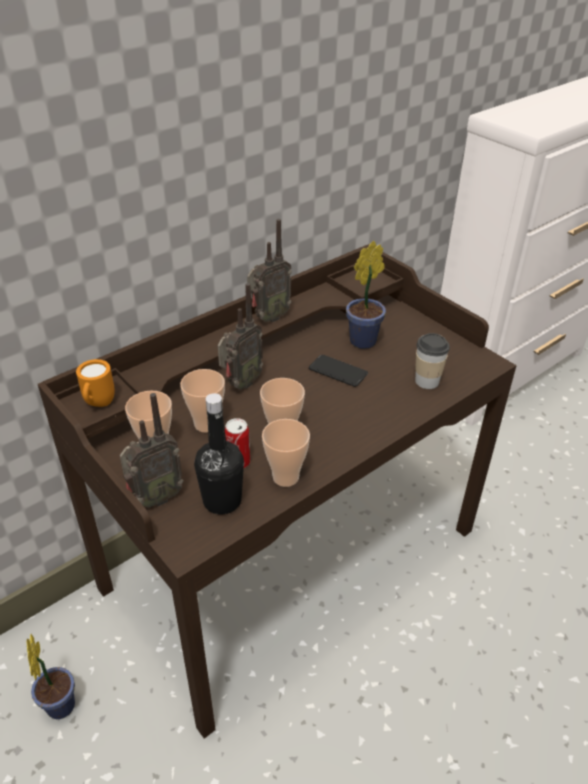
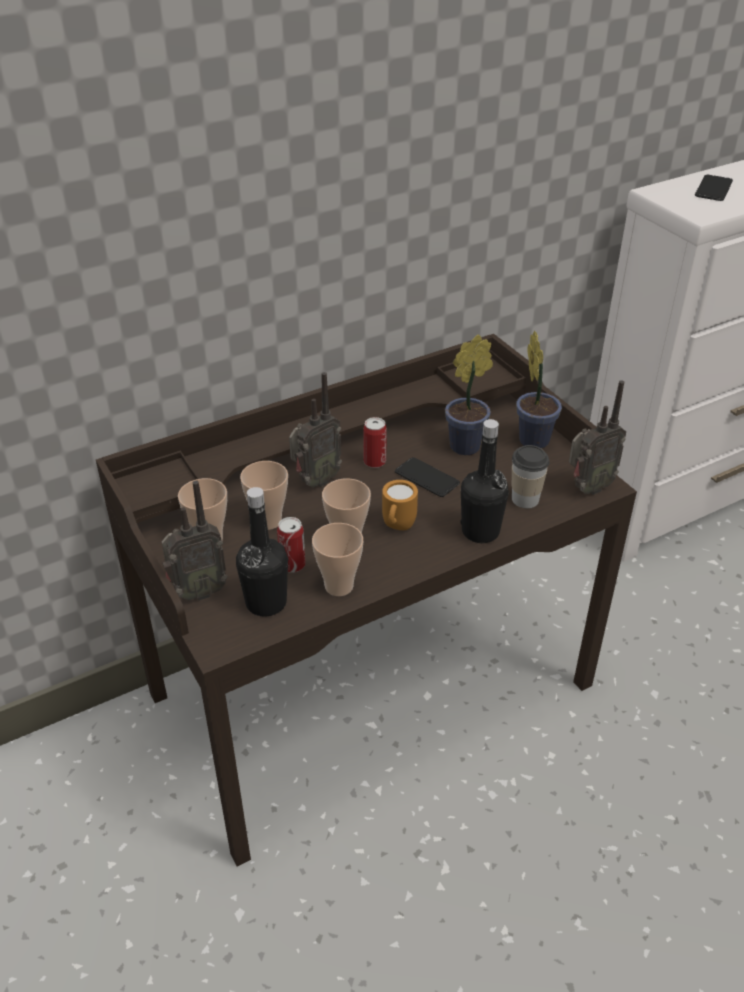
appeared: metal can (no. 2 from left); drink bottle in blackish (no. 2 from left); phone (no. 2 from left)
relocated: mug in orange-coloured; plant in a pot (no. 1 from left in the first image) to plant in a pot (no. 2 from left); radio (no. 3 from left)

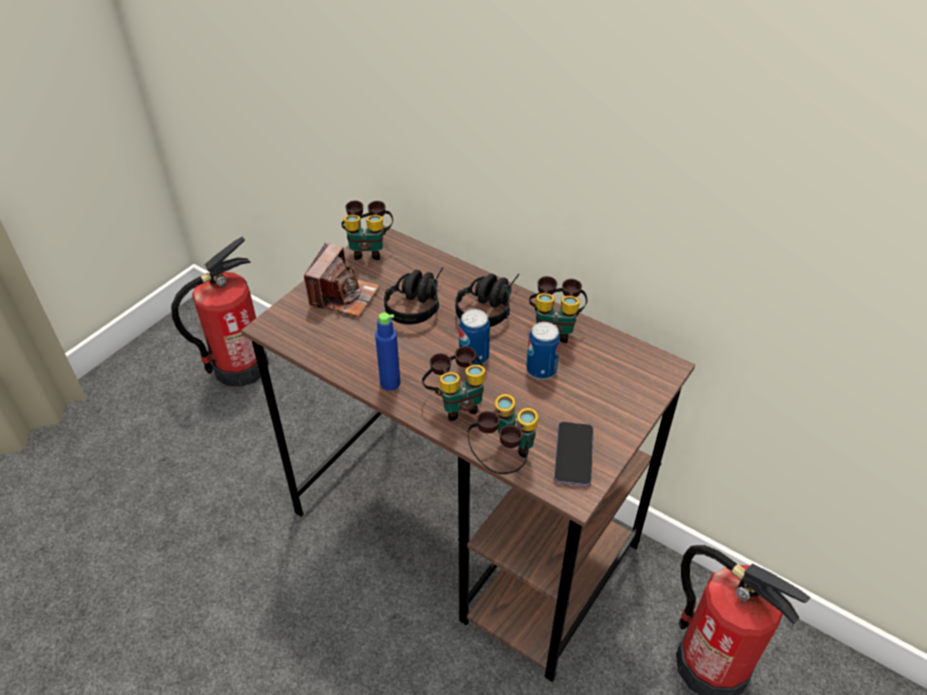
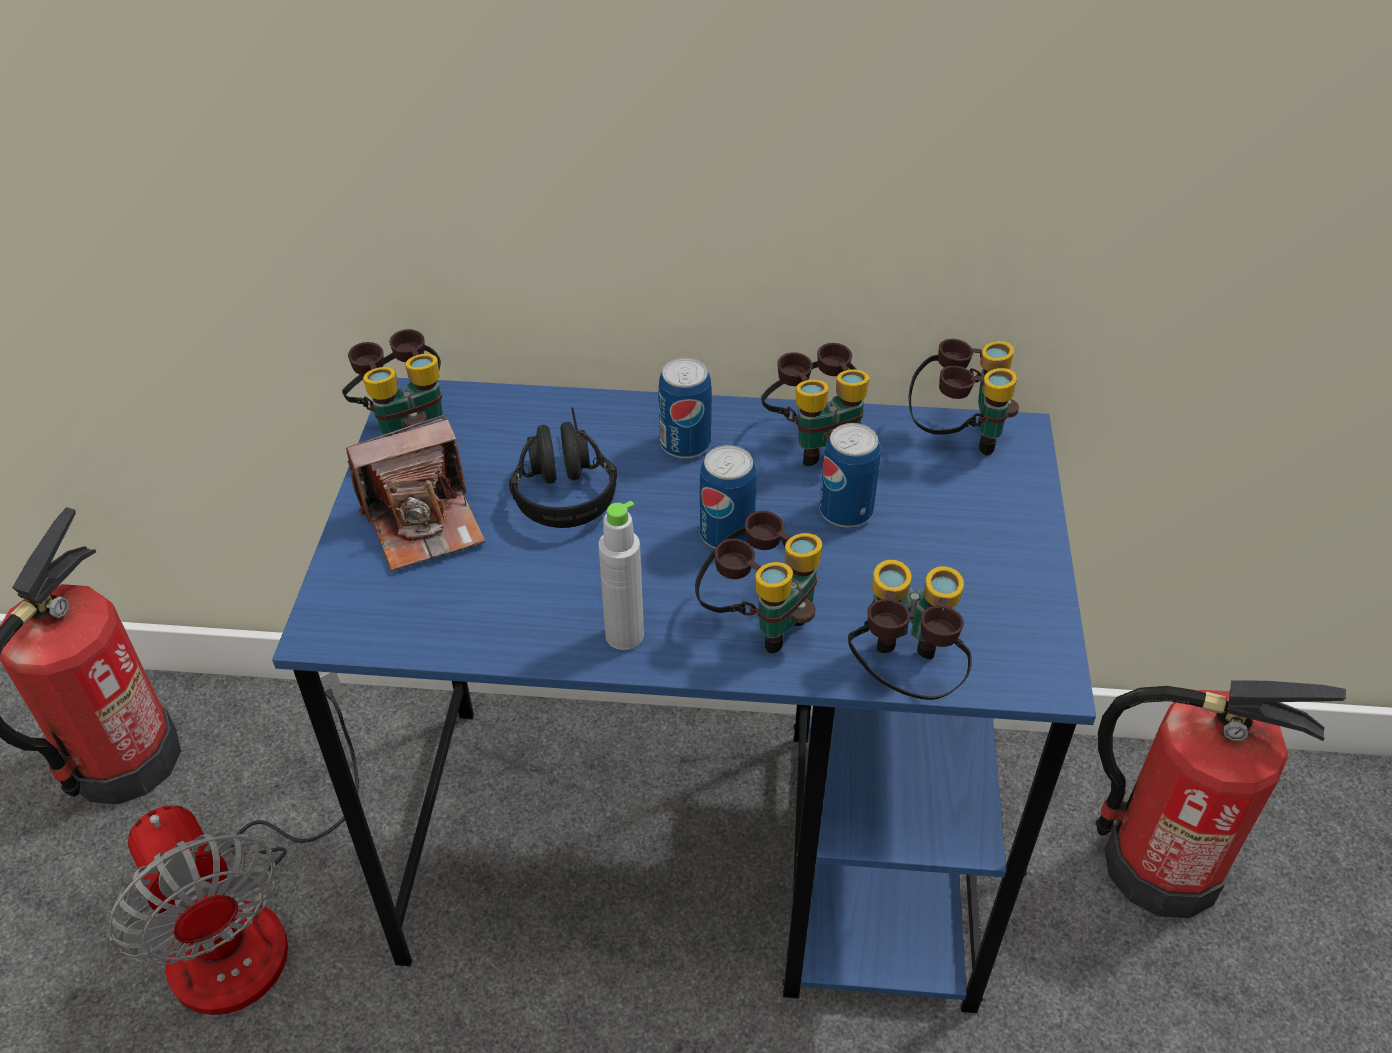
missing: phone
appeared: cooling fan; field glasses (no. 5 from left)
exchanged: headset in blackish (no. 2 from left) to metal can (no. 1 from left)
colour: desk table in brownish to desk table in blue; drink bottle in blue to drink bottle in gray
spun: still camera 75 degrees clockwise

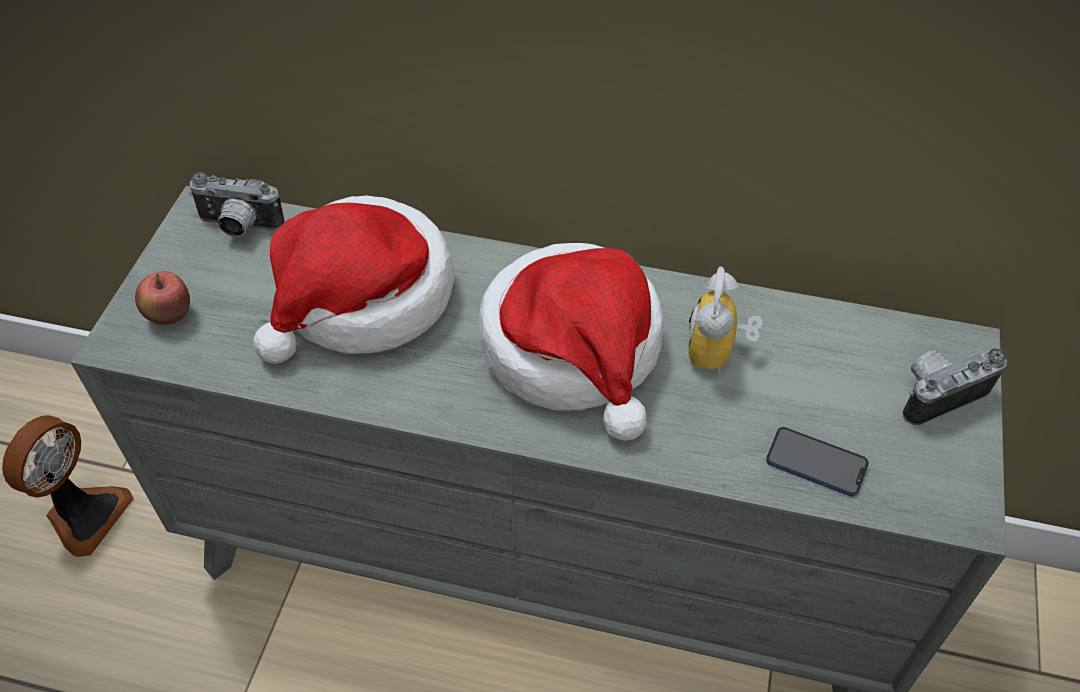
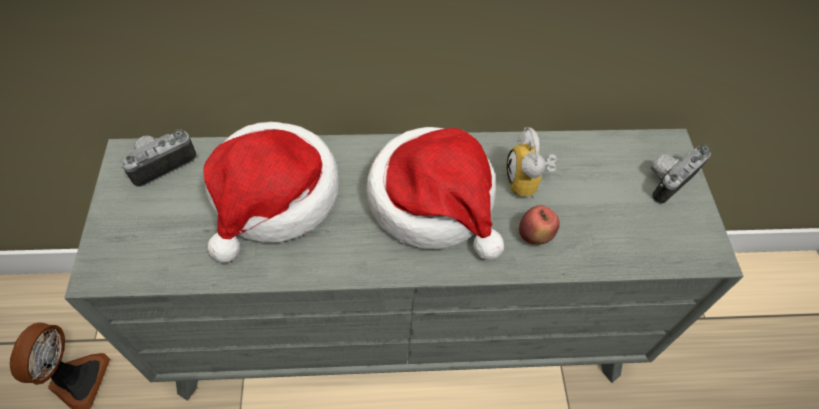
missing: phone
relocated: whole apple
spun: still camera (no. 1 from left) 150 degrees clockwise

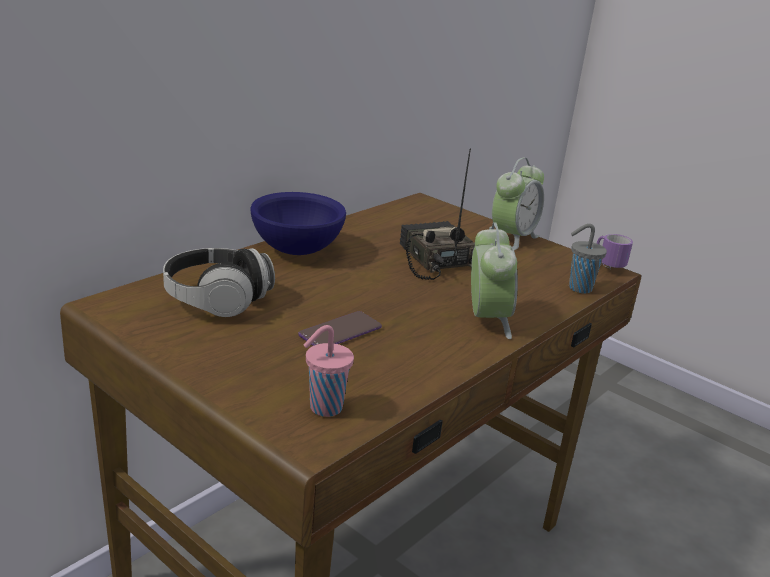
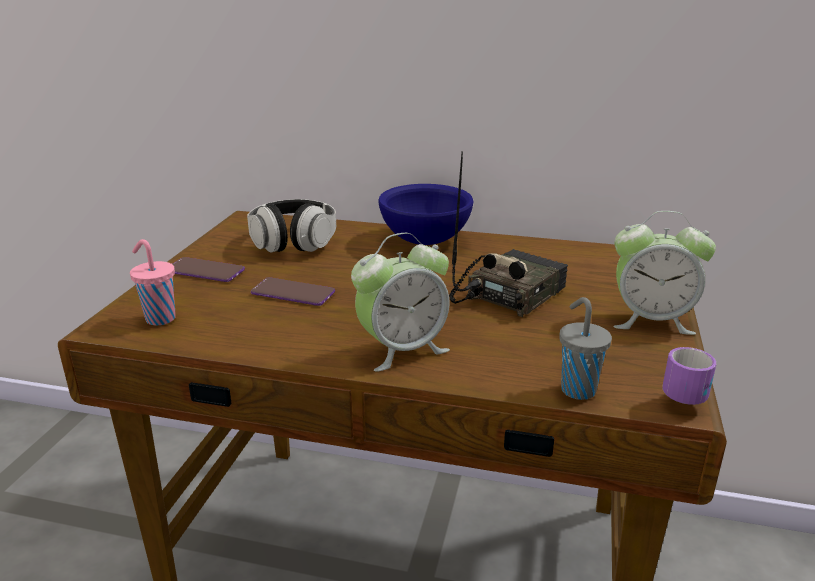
appeared: phone (no. 1 from left)

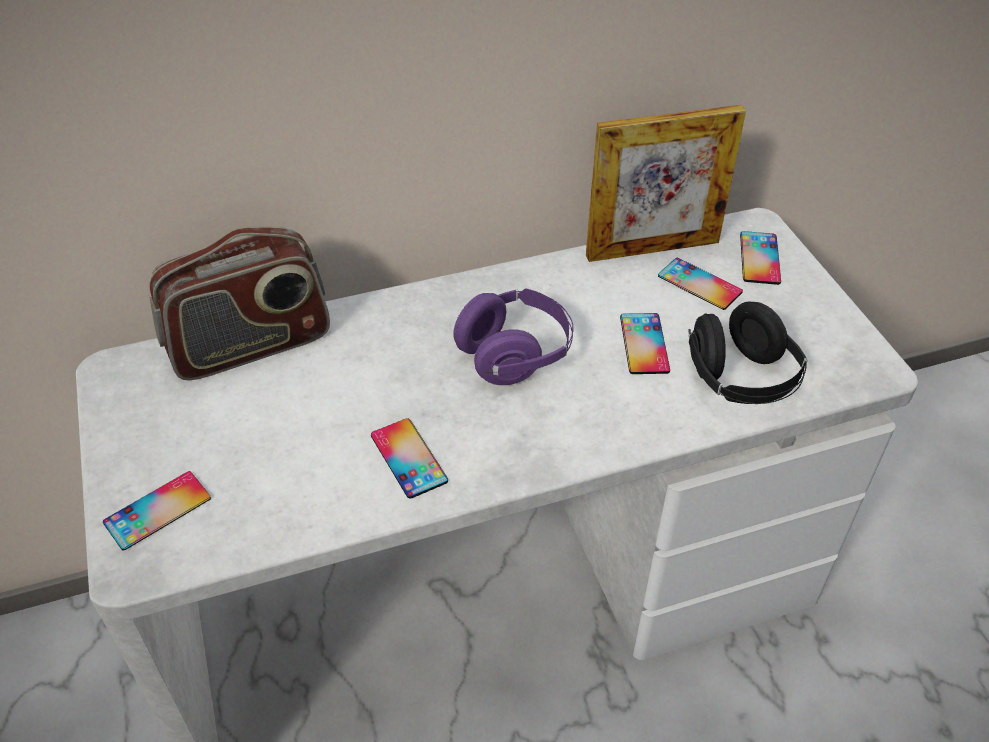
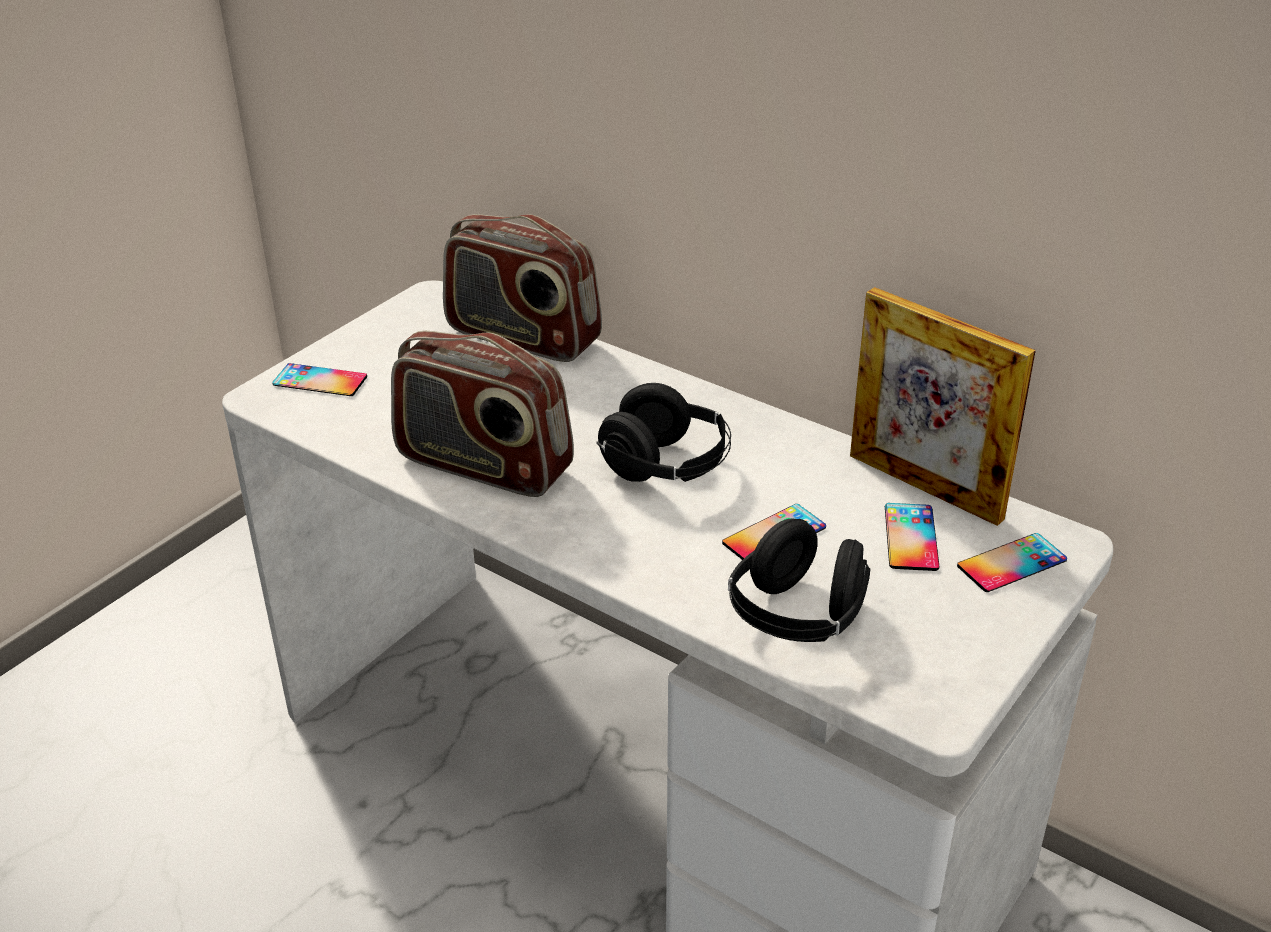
exchanged: phone (no. 2 from left) to radio (no. 1 from left)
colour: headset in purplish to headset in blackish (no. 1 from left)

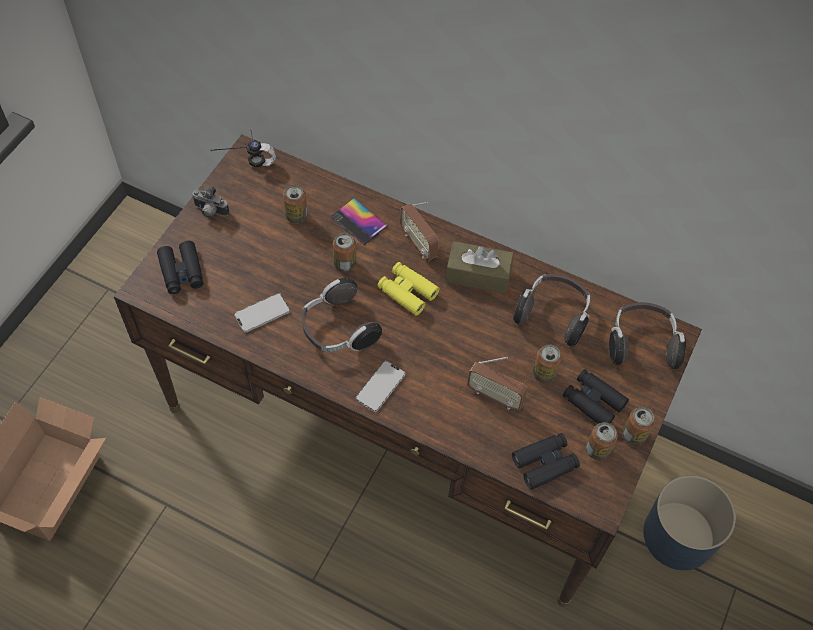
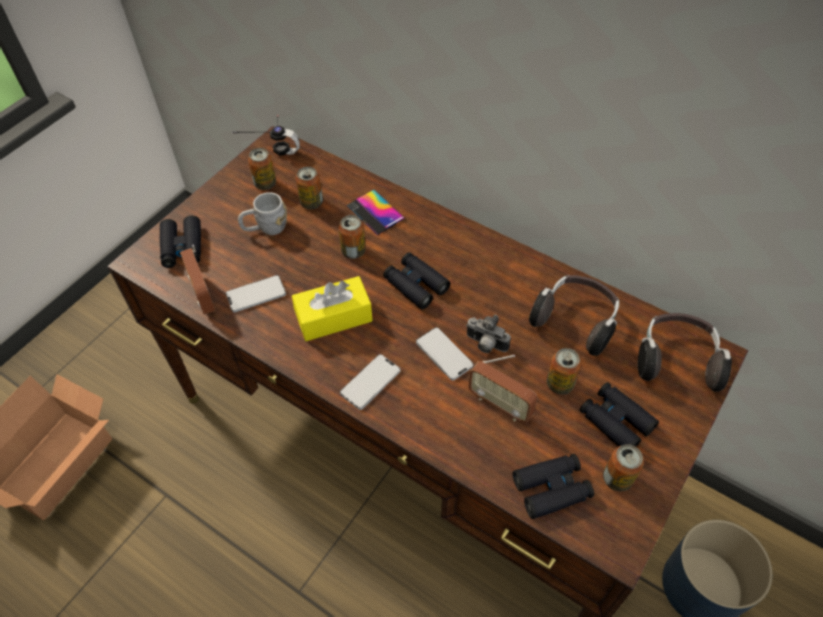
missing: box of tissues in brownish
appeared: mug in gray; phone (no. 4 from left)
relocated: radio (no. 1 from left); metal can (no. 5 from left in the first image) to metal can (no. 1 from left); still camera
exchanged: headset (no. 2 from left) to box of tissues in yellow
colour: field glasses in yellow to field glasses in blackish (no. 2 from left)

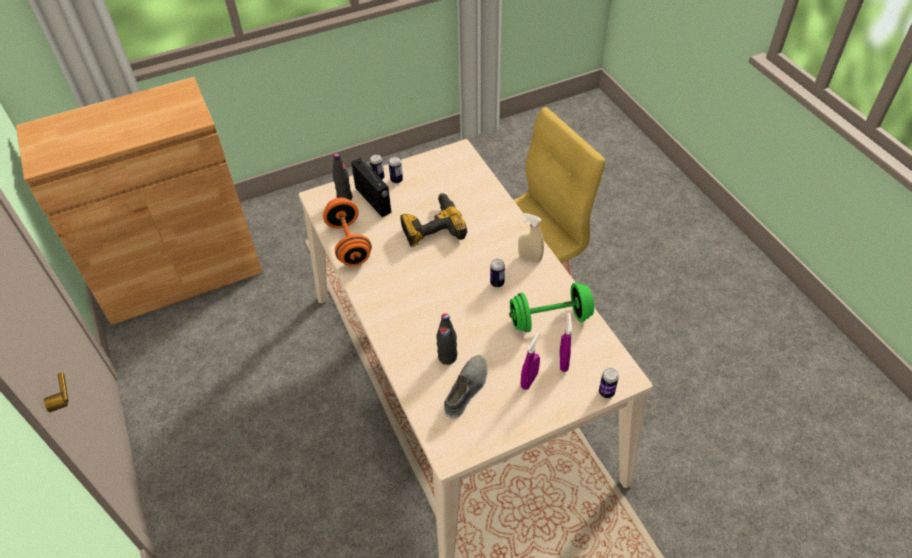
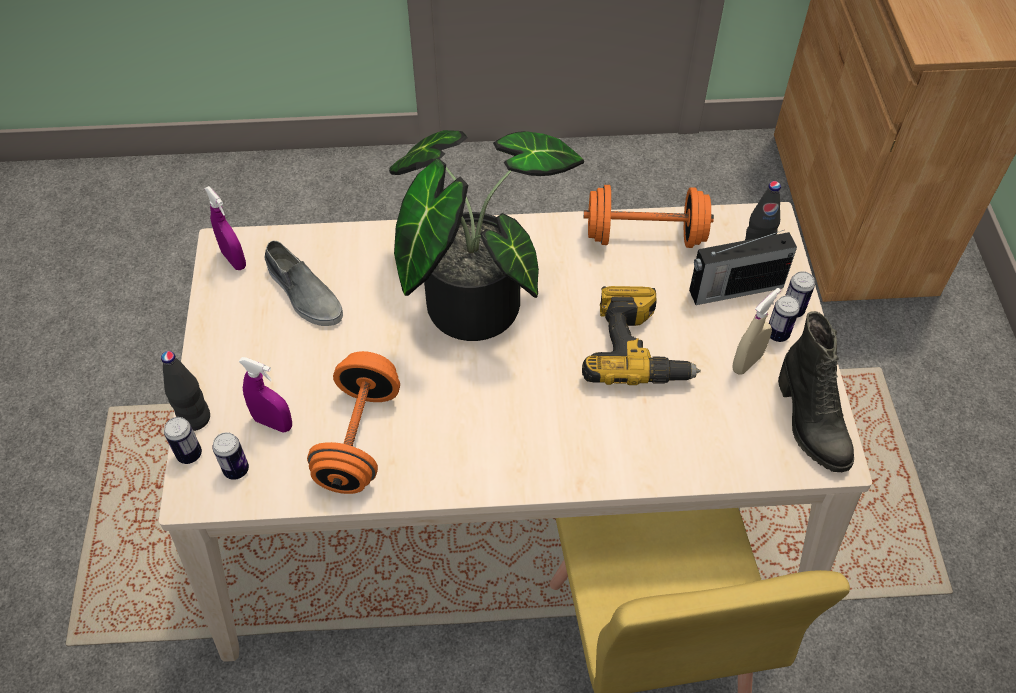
appeared: plant in a pot; tall boot in blackish
relocated: drink bottle in blackish (no. 2 from left in the first image) to drink bottle in blackish (no. 1 from left); sprayer in purplish (no. 1 from left); metal can (no. 3 from left in the first image) to metal can (no. 2 from left); sprayer in beige
colour: hand weight in greenish to hand weight in orange-coloured (no. 1 from left)

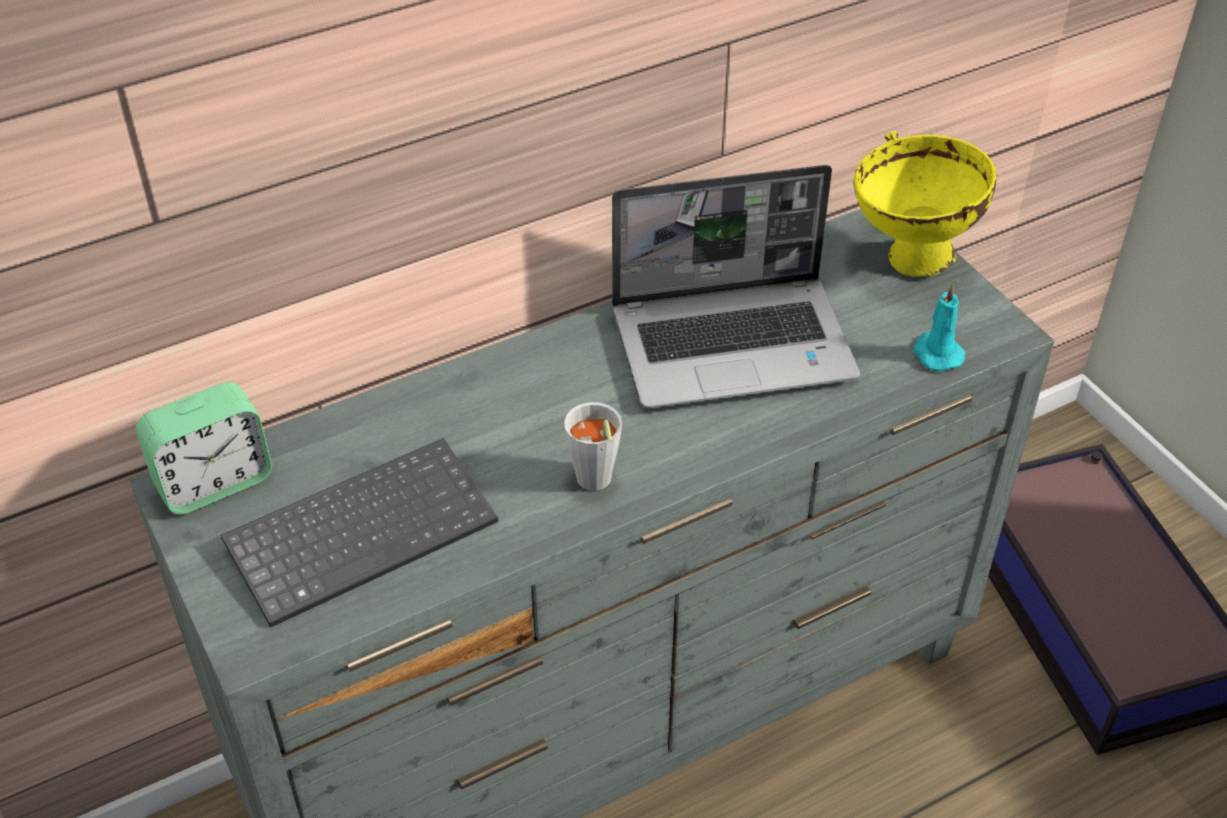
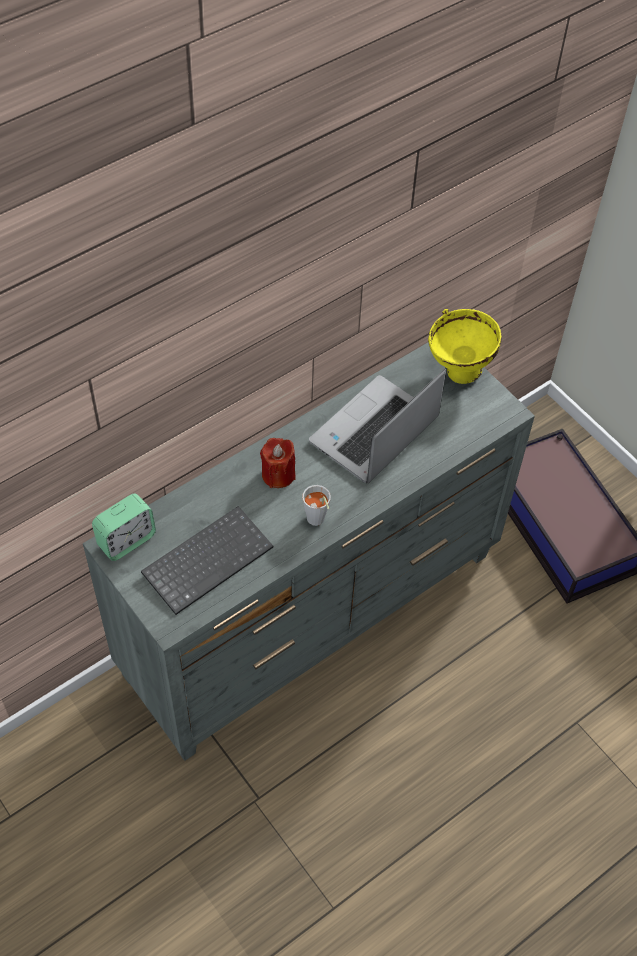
missing: wax candle in turquoise
appeared: wax candle in red
spun: portable computer 150 degrees clockwise

